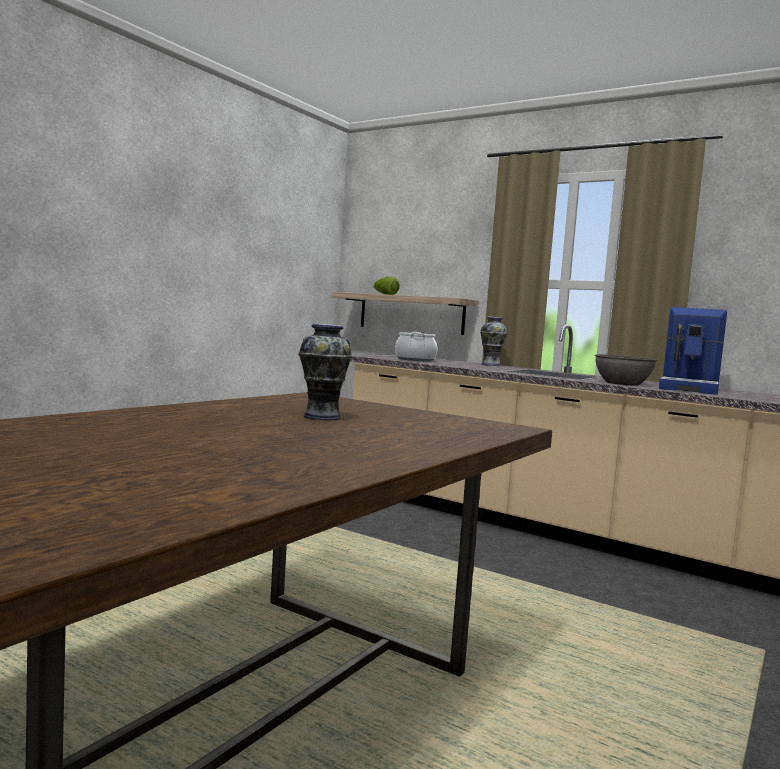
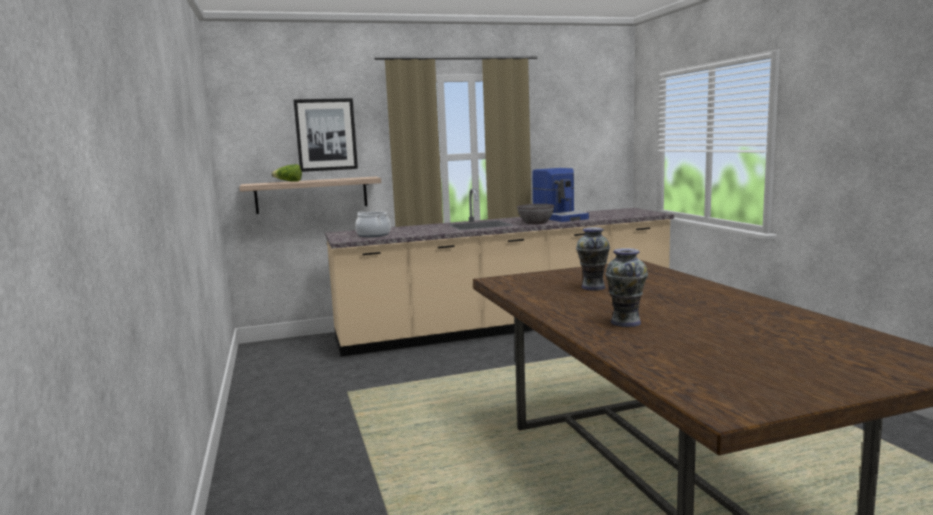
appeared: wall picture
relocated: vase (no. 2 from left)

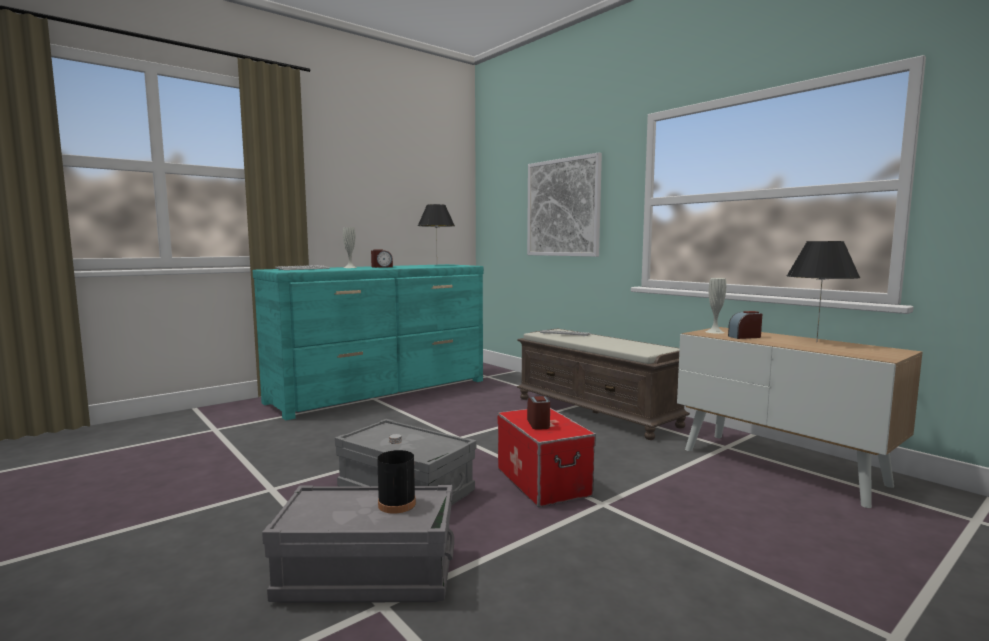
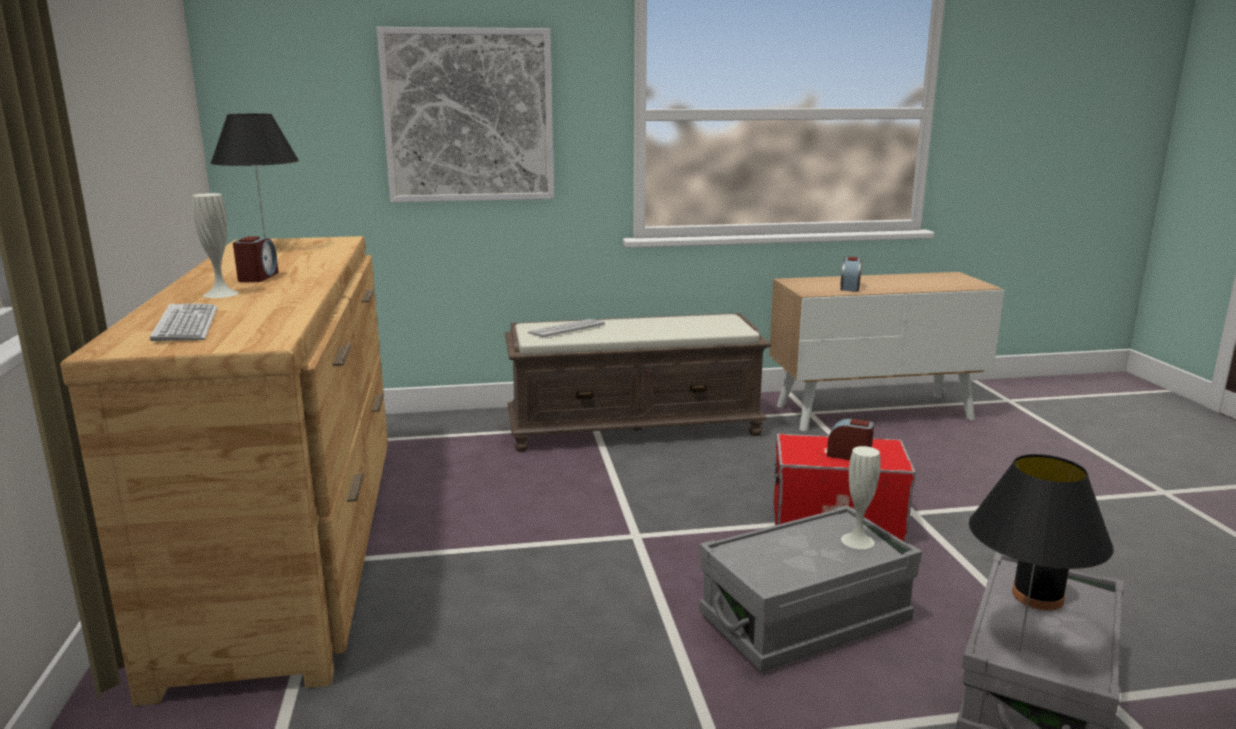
relocated: vase in white (no. 2 from left); lamp for a table in blackish (no. 2 from left)
colour: dresser in turquoise to dresser in brownish

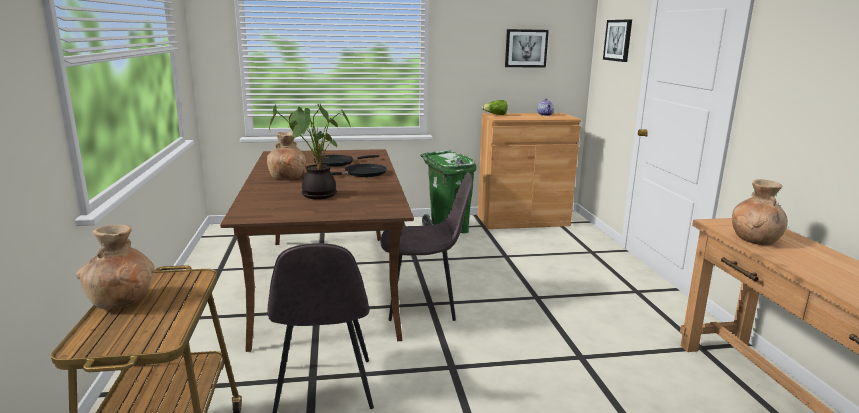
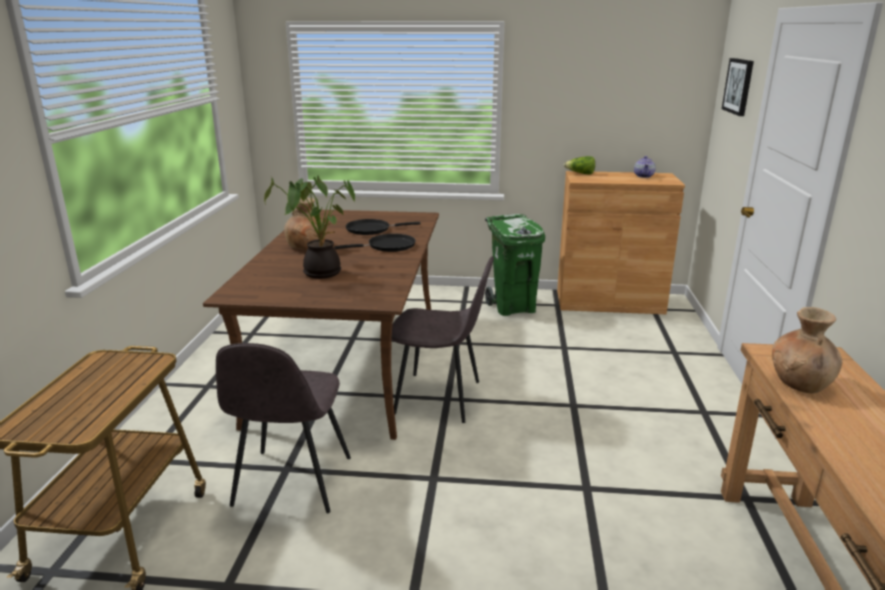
missing: vase in brownish (no. 1 from left); wall picture (no. 1 from left)

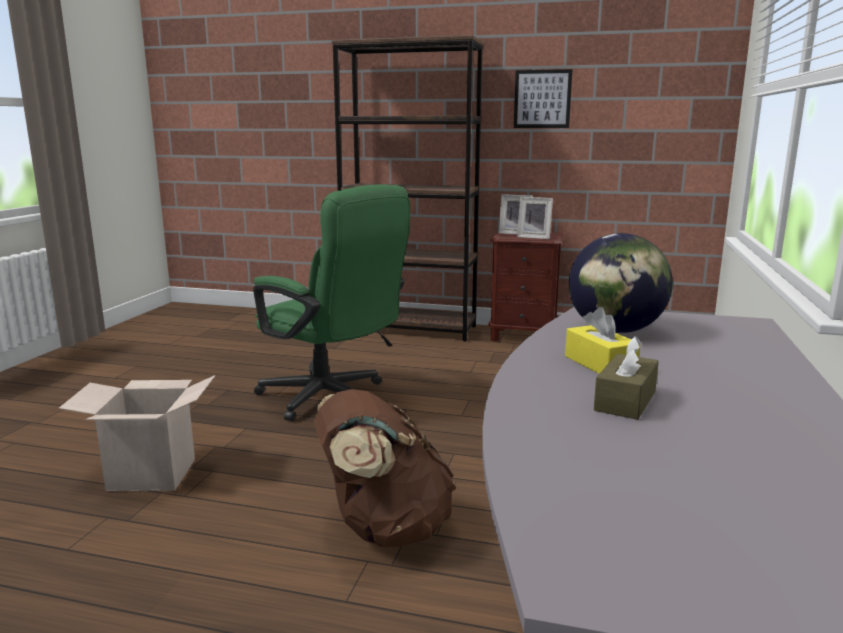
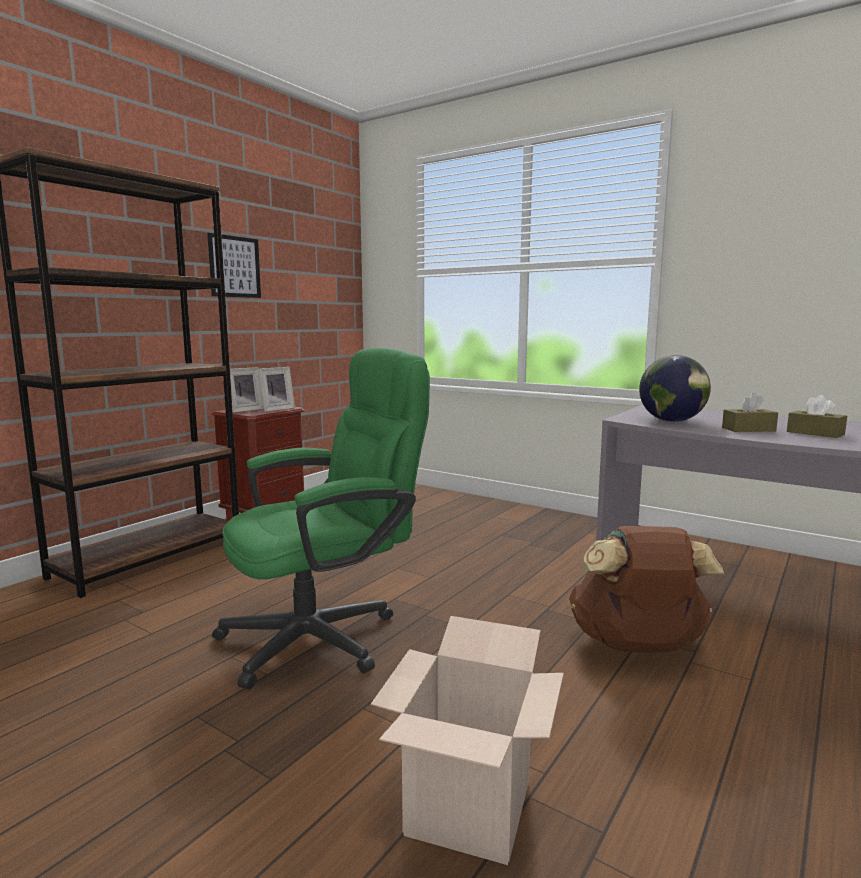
colour: box of tissues in yellow to box of tissues in brownish (no. 1 from left)

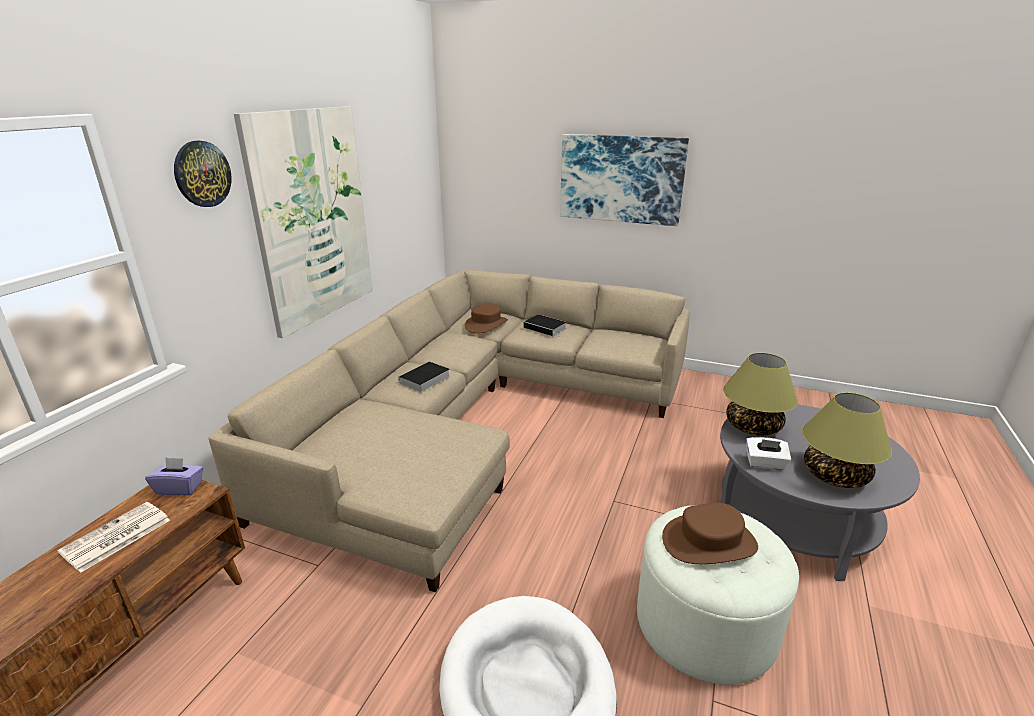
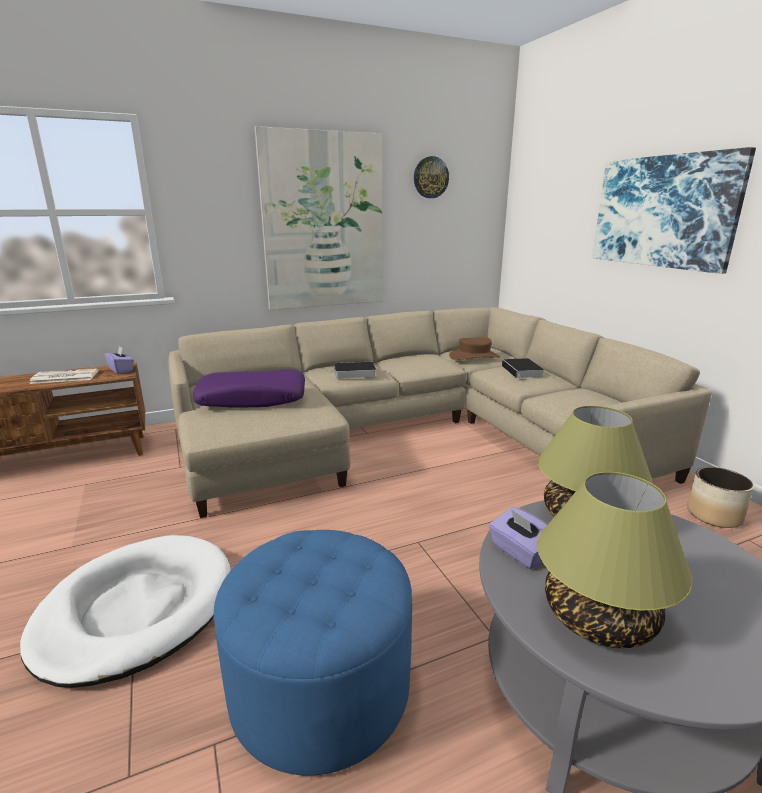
missing: clothing hat in brownish (no. 2 from left)
appeared: cushion in purplish; plant pot
relocated: clock on the wall
colour: pouffe in white to pouffe in blue; box of tissues in white to box of tissues in purplish (no. 2 from left)

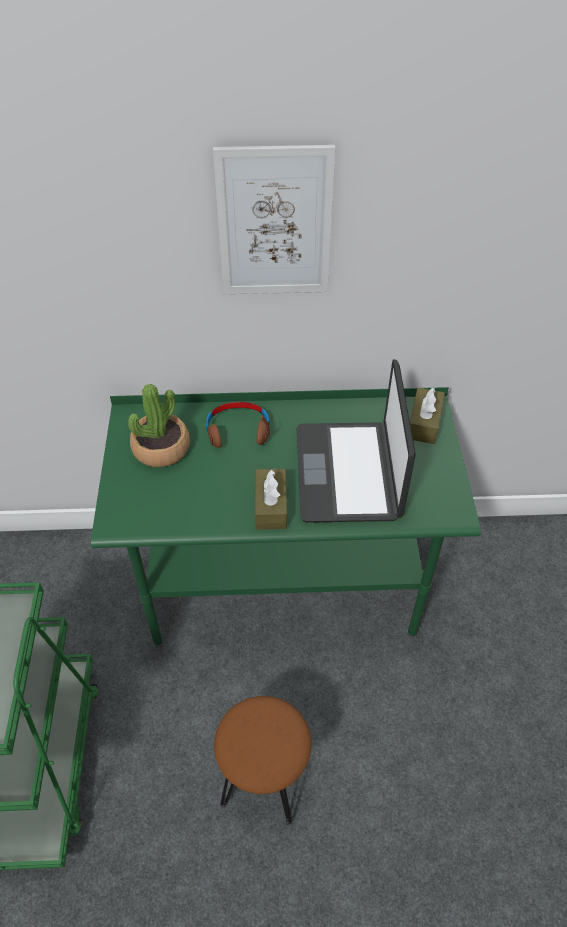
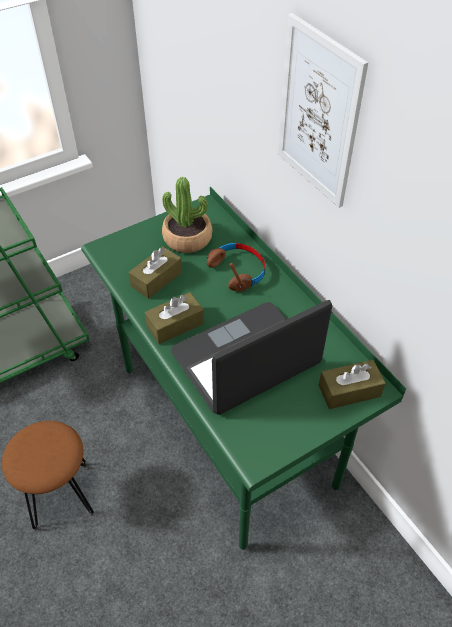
appeared: box of tissues in brownish (no. 1 from left)

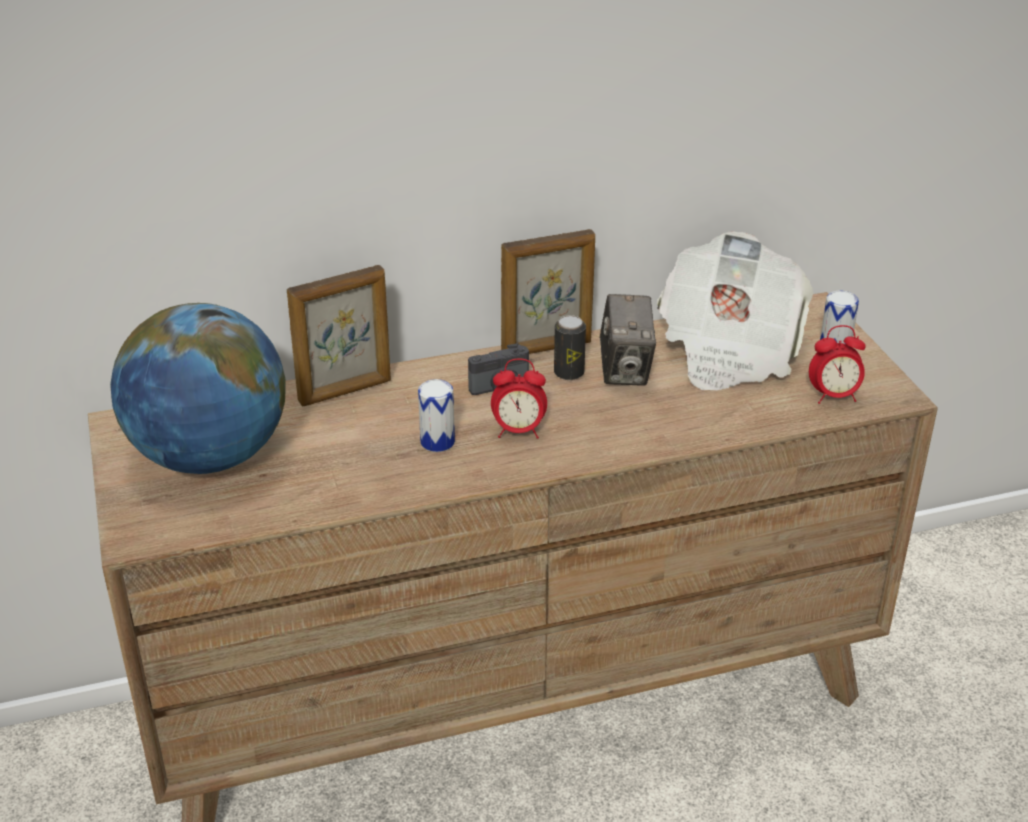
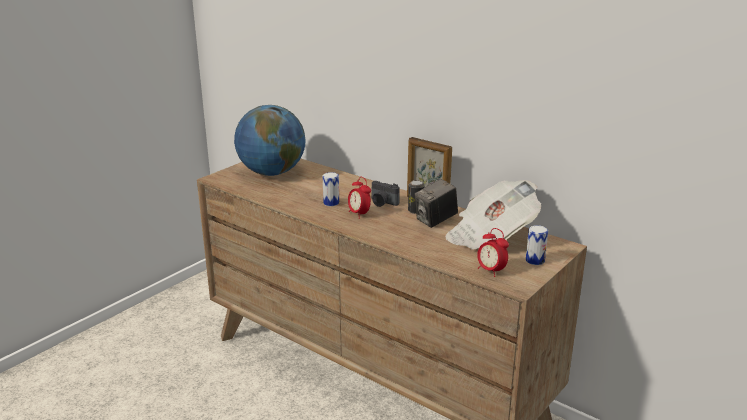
missing: picture frame (no. 1 from left)

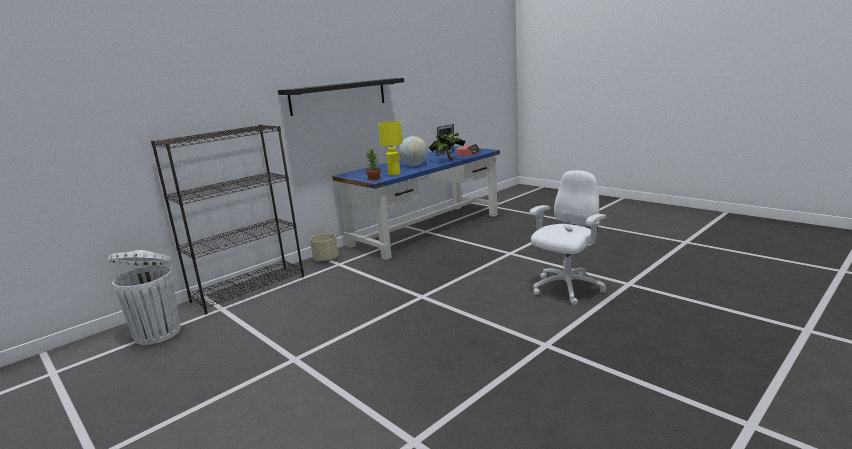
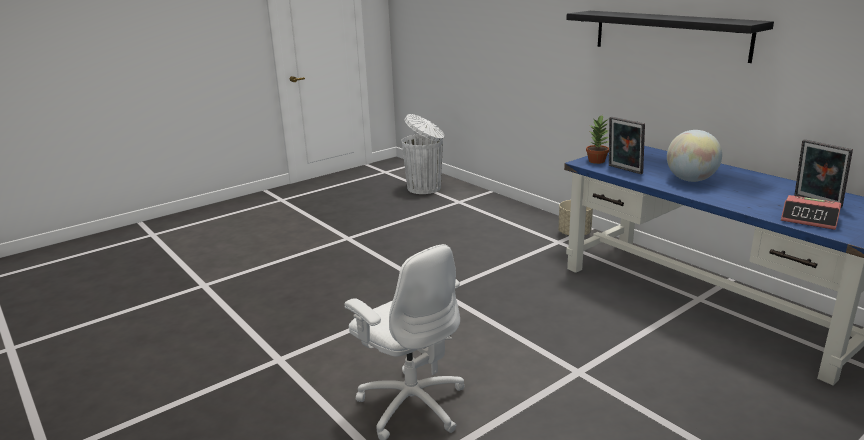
missing: bookshelf in blackish; plant in a pot (no. 2 from left)
exchanged: lamp for a table in yellow to picture frame (no. 1 from left)

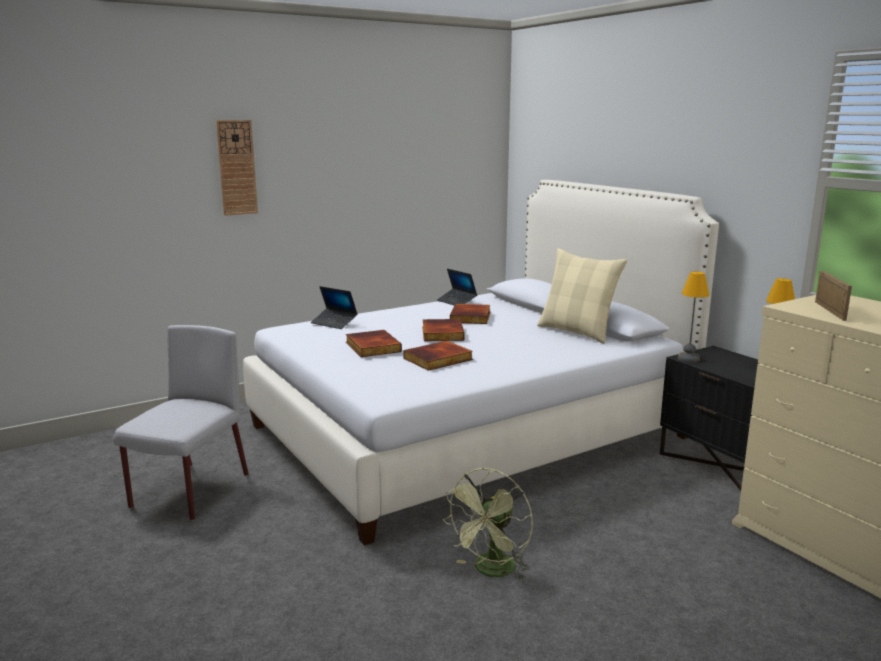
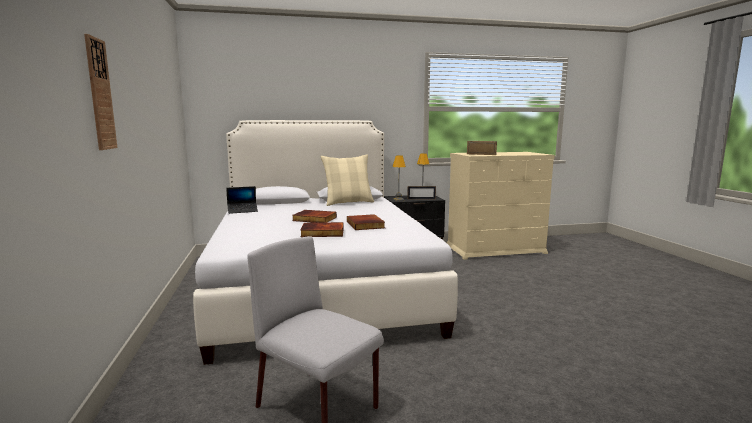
missing: portable computer (no. 1 from left); cooling fan in greenish; book (no. 4 from left)
appeared: picture frame (no. 1 from left)

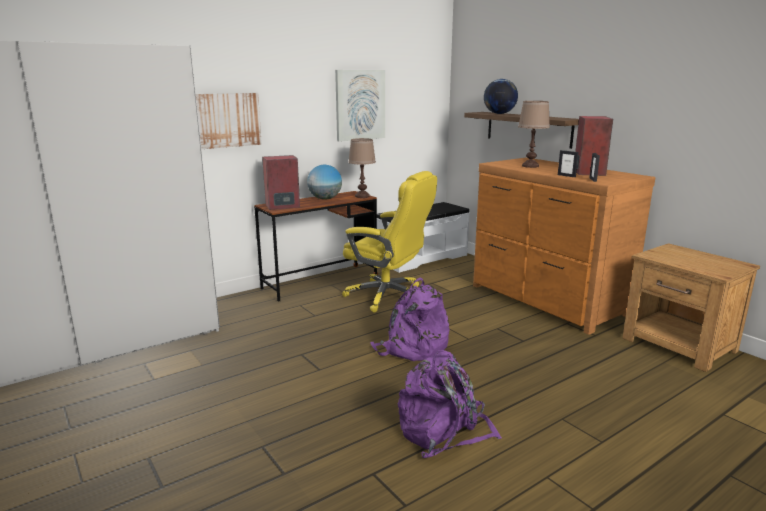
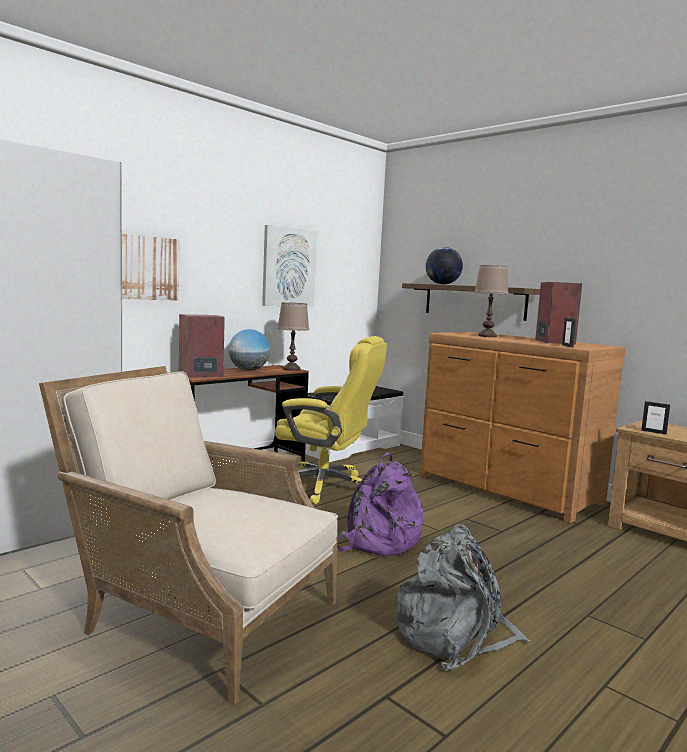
appeared: easy chair in beige
relocated: picture frame (no. 1 from left in the first image) to picture frame (no. 2 from left)
colour: rucksack in purplish (no. 2 from left) to rucksack in gray

